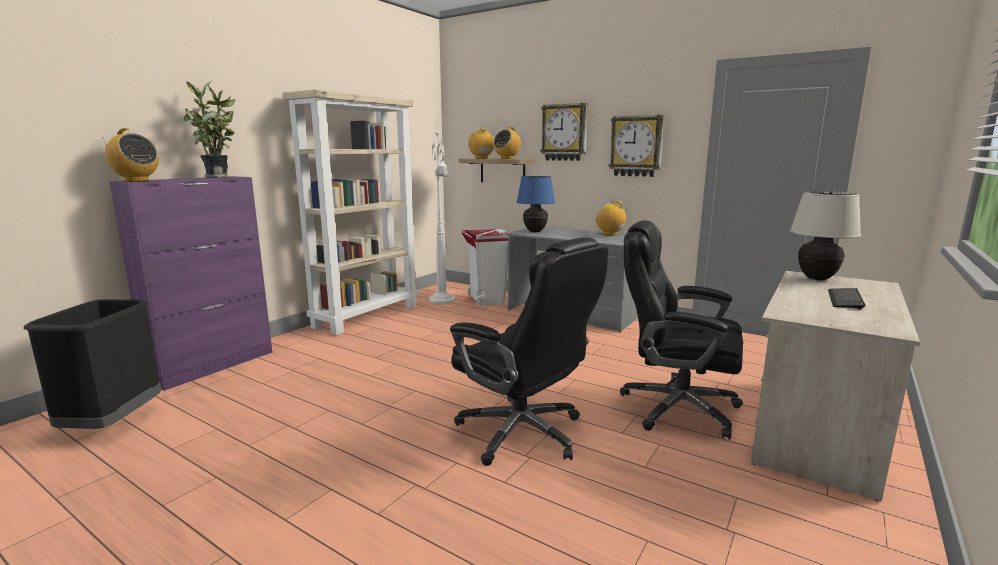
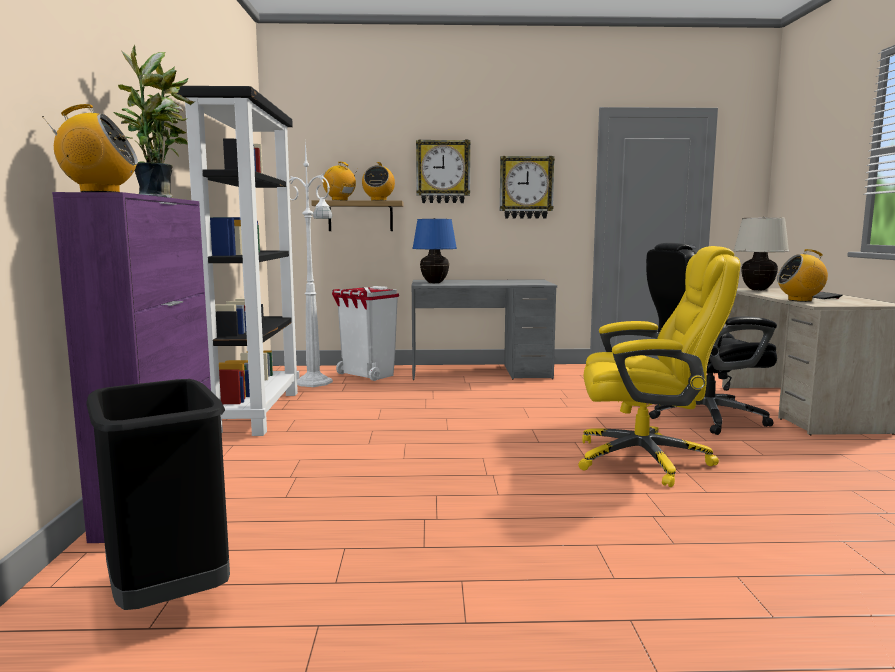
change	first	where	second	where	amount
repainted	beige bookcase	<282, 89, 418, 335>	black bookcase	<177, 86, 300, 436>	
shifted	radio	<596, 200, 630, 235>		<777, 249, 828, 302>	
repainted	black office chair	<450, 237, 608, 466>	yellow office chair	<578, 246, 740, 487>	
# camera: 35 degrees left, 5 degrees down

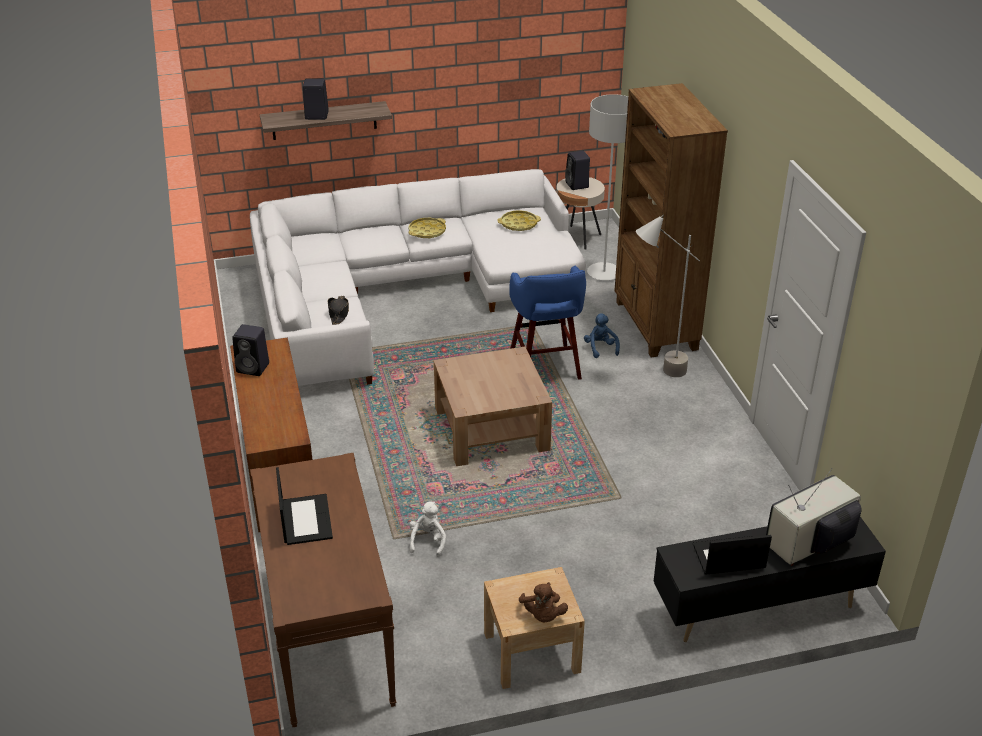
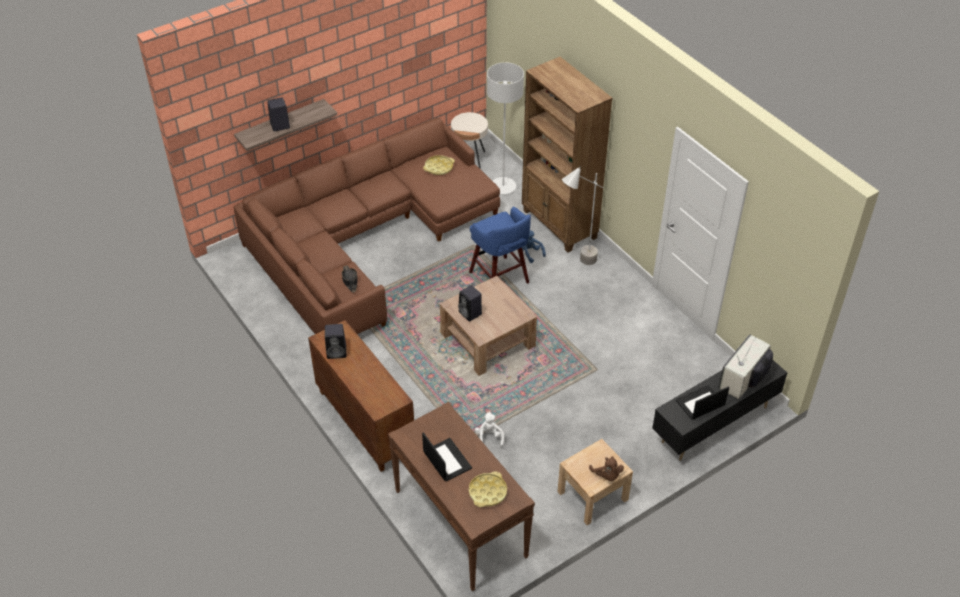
change	first	where	second	where	amount
shifted	black speaker	<565, 151, 590, 190>		<458, 285, 482, 322>	
repainted	white sofa	<250, 169, 586, 386>	brown sofa	<234, 118, 500, 334>	
shifted	yellow tray	<408, 218, 446, 239>		<469, 471, 507, 507>	
# camera: 20 degrees left, 10 degrees up

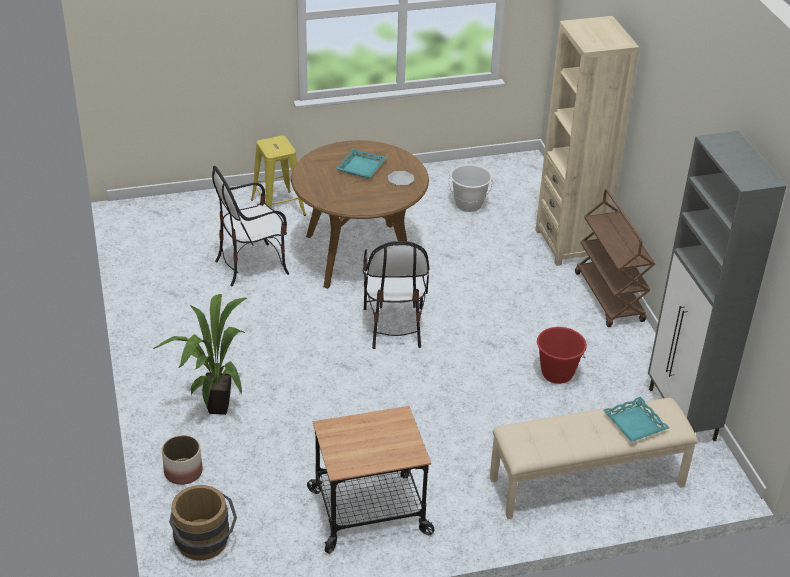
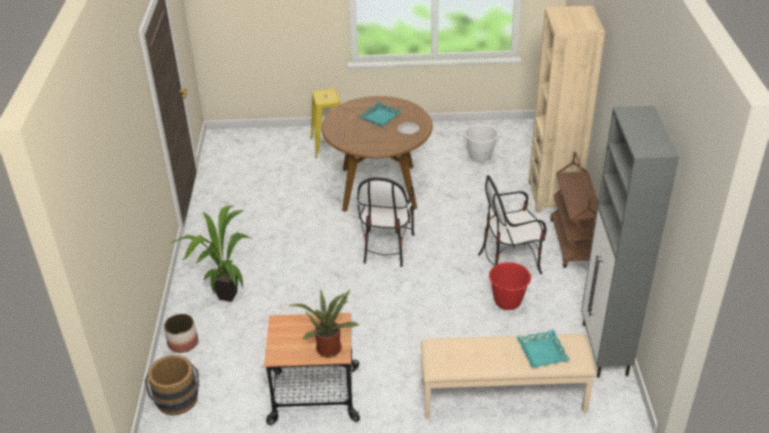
change	first	where	second	where	amount
shifted	chair	<212, 166, 289, 286>		<478, 175, 546, 274>	
new			potted plant	<289, 289, 360, 357>	
# camera: 15 degrees right, 0 degrees up

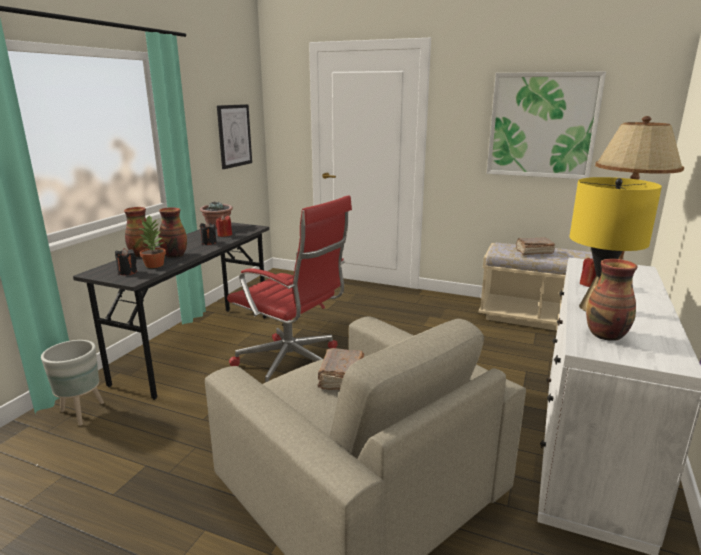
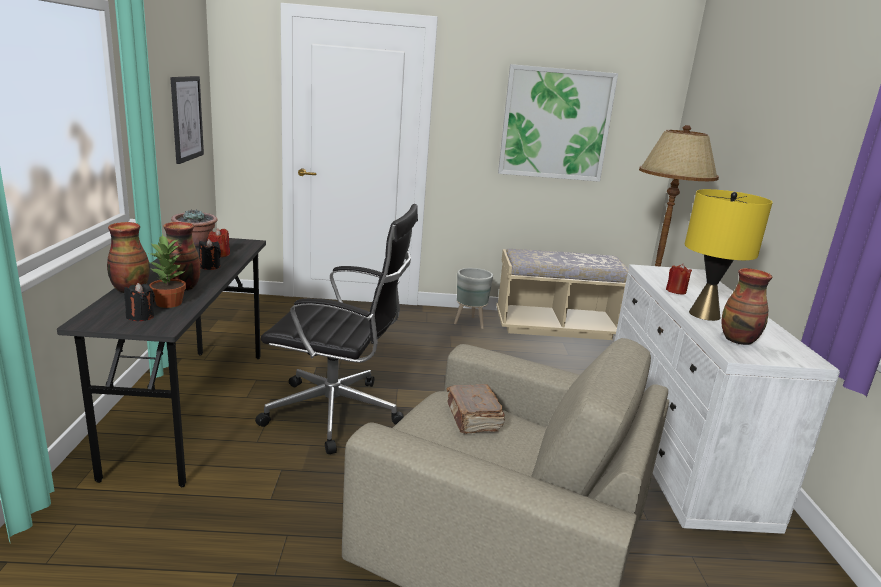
change	first	where	second	where	amount
repainted	red office chair	<227, 195, 352, 383>	black office chair	<255, 204, 418, 454>	
gone	brown book	<516, 237, 555, 255>			
shifted	grey planter	<41, 340, 104, 426>		<454, 268, 493, 329>	
# camera: 25 degrees left, 0 degrees up

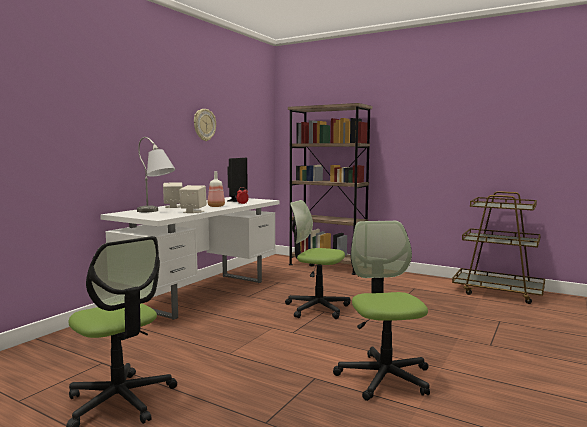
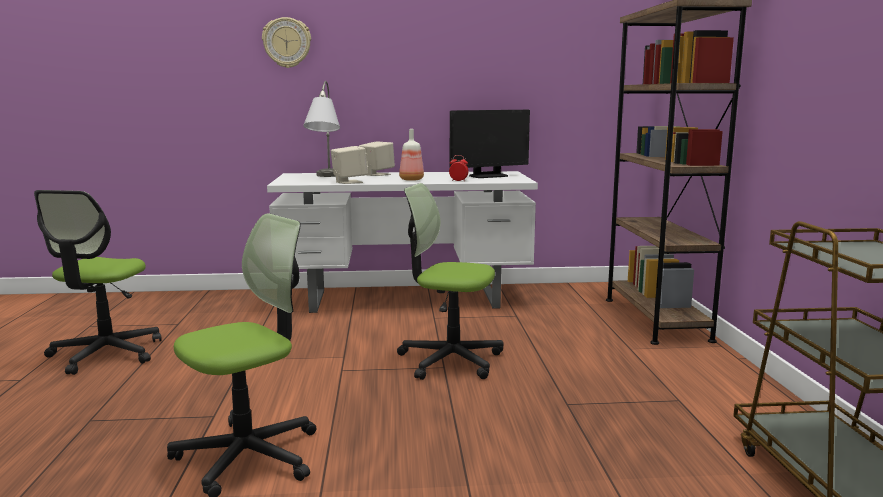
change	first	where	second	where	amount
shifted	wall clock	<194, 109, 216, 141>		<262, 17, 311, 68>	
rotated	office chair	<285, 200, 350, 319>		<397, 183, 503, 380>	60 degrees counterclockwise
# camera: 55 degrees right, 5 degrees up

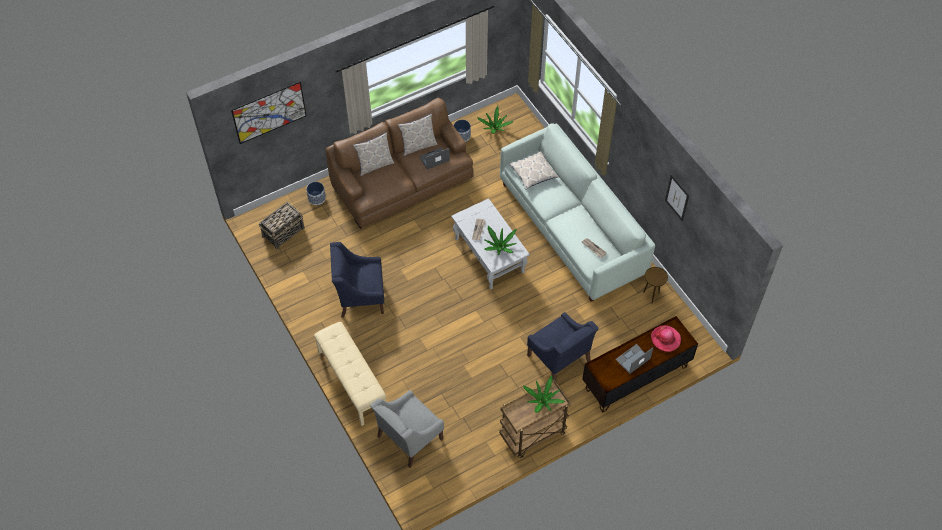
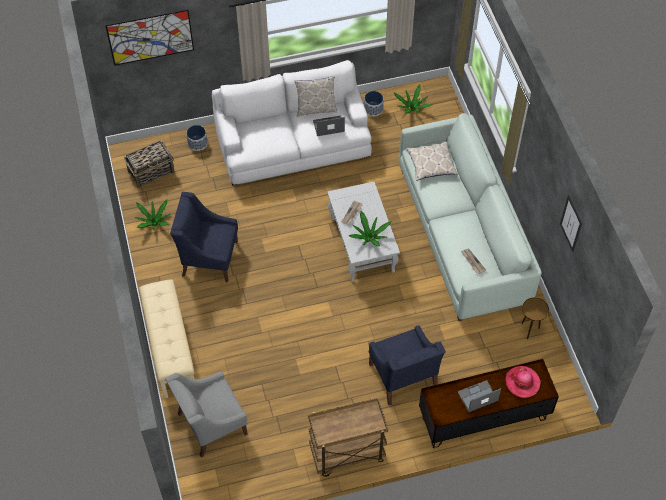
change	first	where	second	where	amount
repainted	brown sofa	<325, 97, 474, 229>	white sofa	<212, 60, 372, 186>	
gone	pillow	<353, 133, 394, 176>			
shifted	potted plant	<523, 375, 565, 413>		<135, 199, 170, 230>	
# camera: 15 degrees right, 0 degrees up

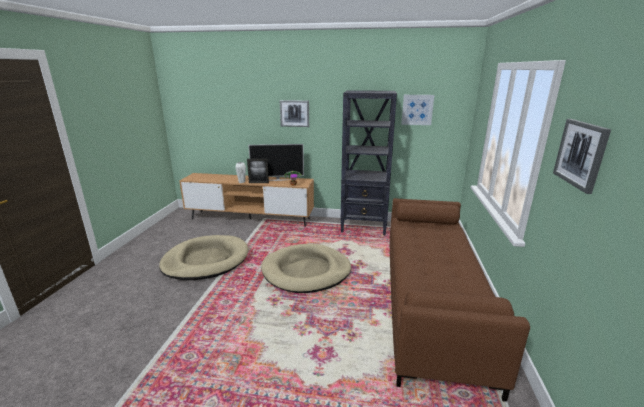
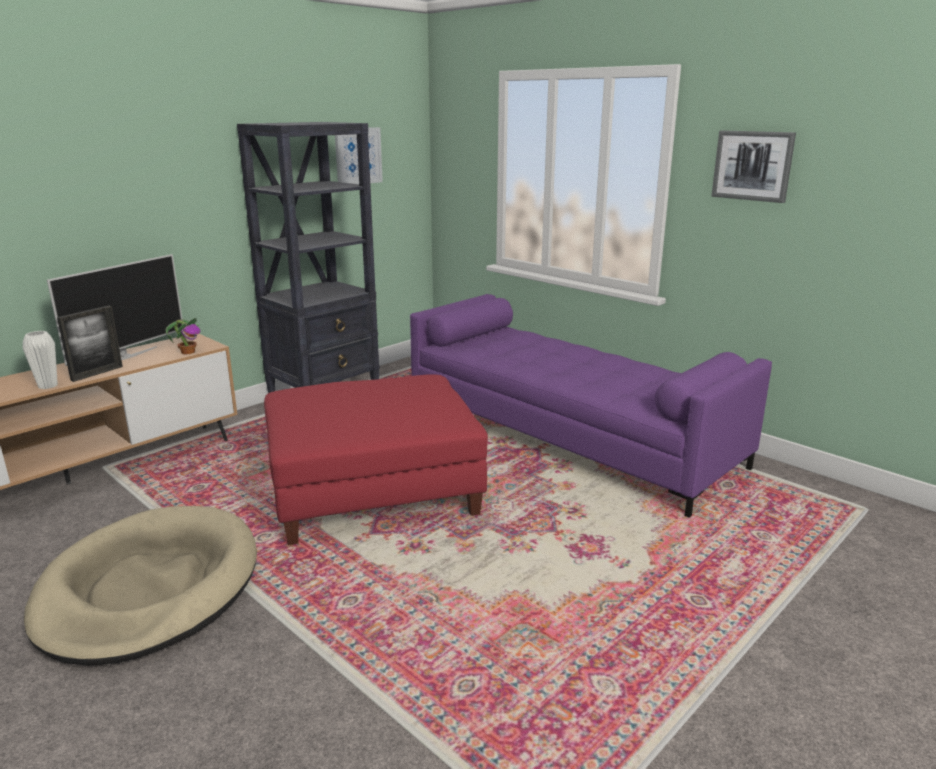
change	first	where	second	where	amount
gone	picture	<280, 100, 309, 127>			
repainted	brown sofa	<390, 198, 530, 402>	purple sofa	<410, 294, 772, 518>	
swapped	beige dog bed	<261, 244, 351, 293>	red ottoman	<264, 374, 488, 545>	
# camera: 55 degrees left, 0 degrees up

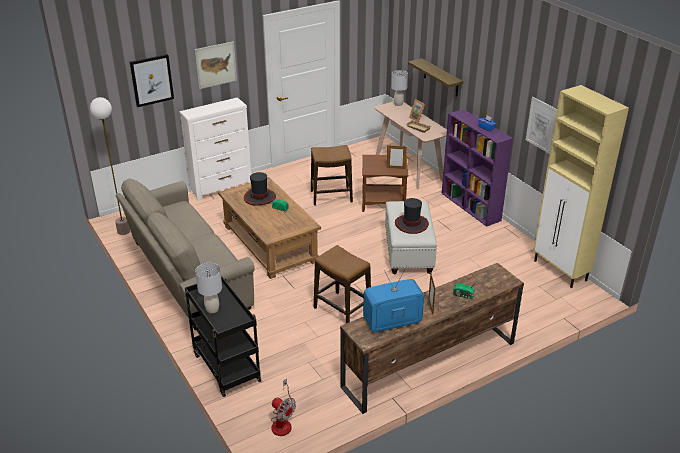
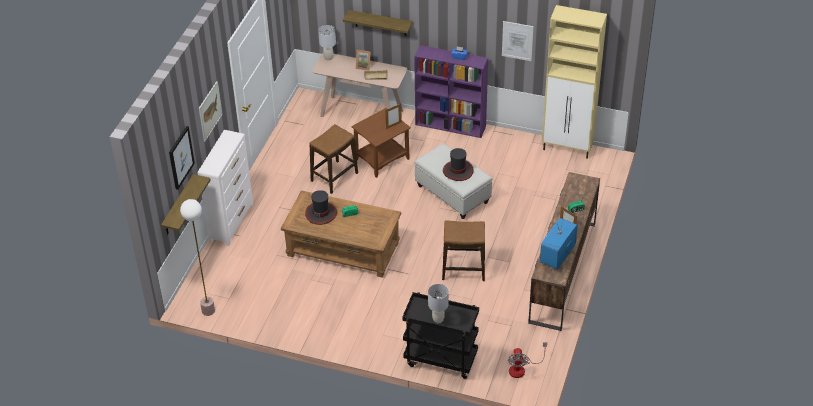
change	first	where	second	where	amount
gone	beige sofa	<116, 178, 254, 330>			
rotated	fan	<271, 378, 296, 436>		<508, 343, 547, 378>	90 degrees clockwise
new			shelf	<161, 174, 211, 235>	
# camera: 40 degrees left, 10 degrees up

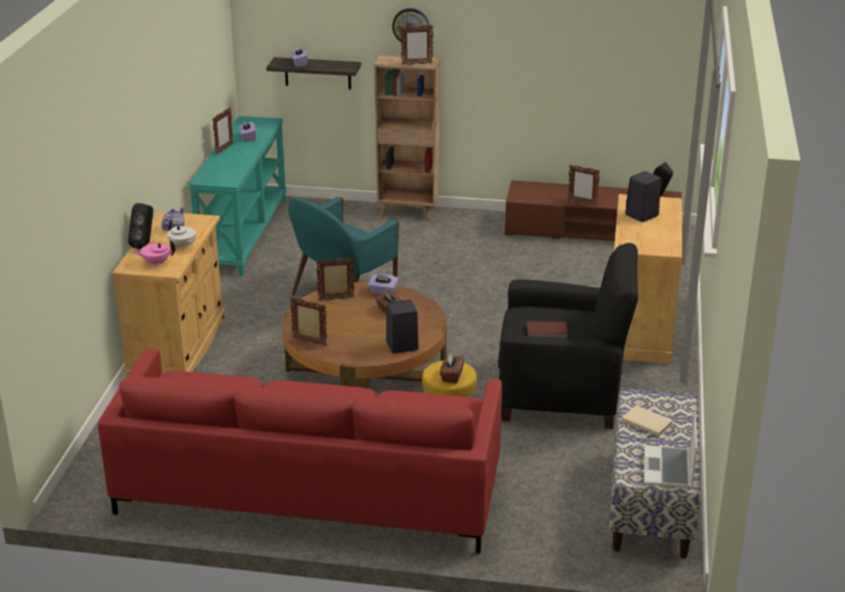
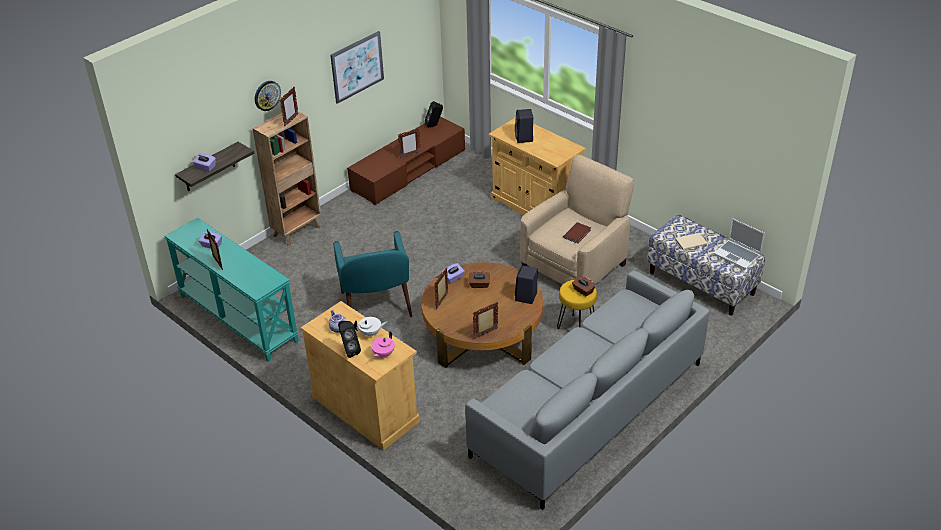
change	first	where	second	where	amount
repainted	black armchair	<498, 243, 638, 429>	beige armchair	<520, 155, 634, 284>	
repainted	red sofa	<98, 348, 502, 554>	grey sofa	<465, 271, 709, 510>	
new			picture	<330, 31, 384, 104>	
# camera: 55 degrees left, 10 degrees up

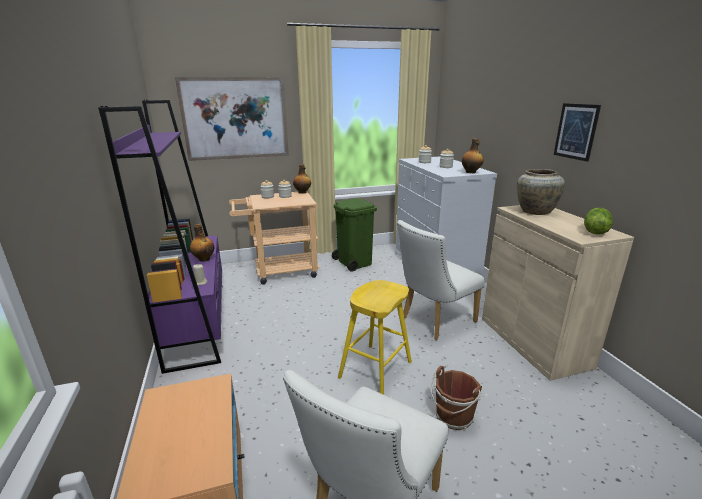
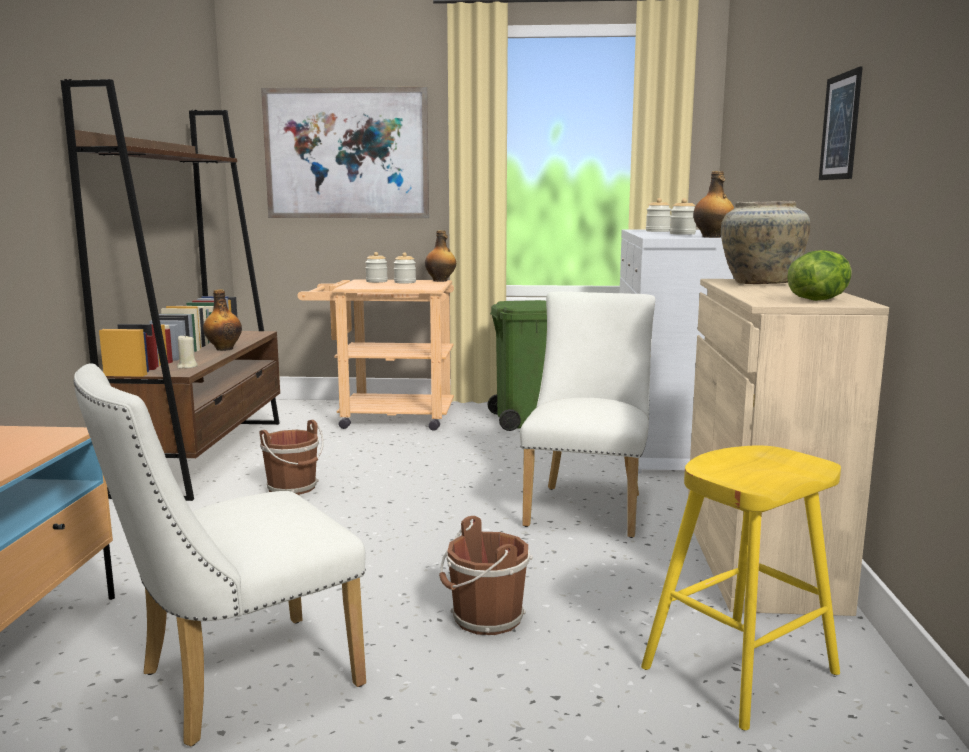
change	first	where	second	where	amount
repainted	purple bookcase	<98, 100, 222, 374>	brown bookcase	<61, 79, 280, 501>	
rotated	white chair	<397, 220, 485, 340>		<520, 291, 655, 538>	120 degrees clockwise
shifted	yellow stool	<338, 280, 412, 395>		<641, 446, 841, 730>	
new			brown bucket	<259, 420, 324, 495>	
# camera: 20 degrees right, 10 degrees down

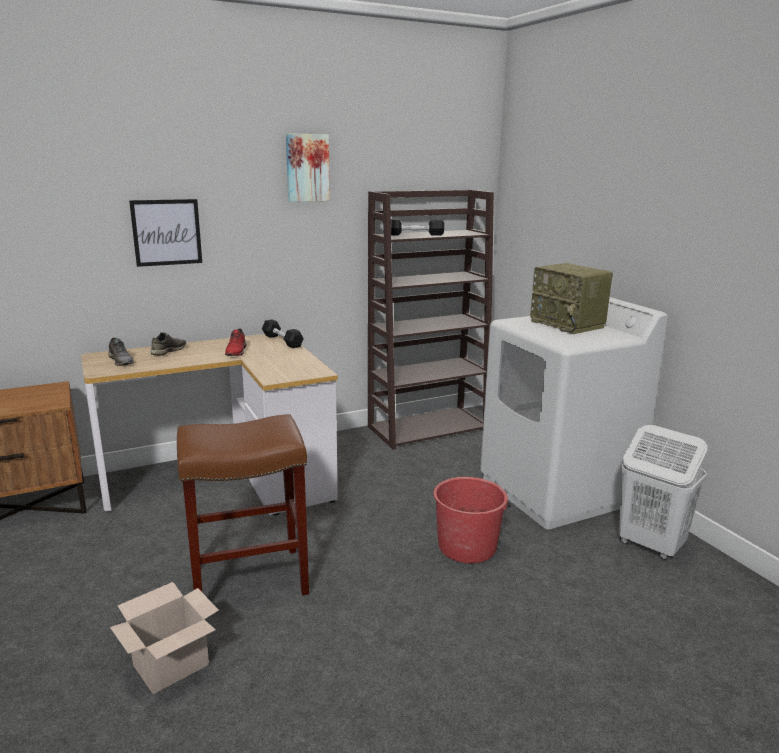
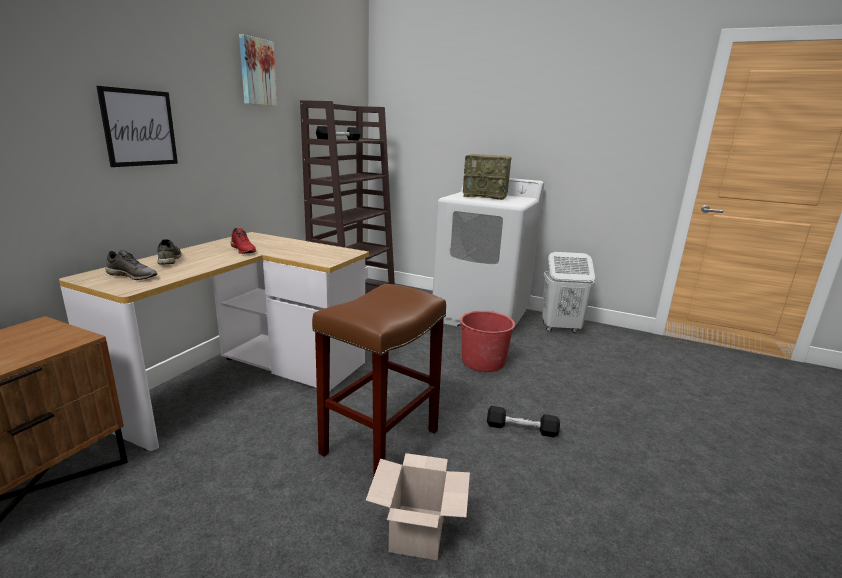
change	first	where	second	where	amount
shifted	black dumbbell	<262, 319, 304, 348>		<487, 406, 560, 437>	
# camera: 40 degrees left, 0 degrees up

